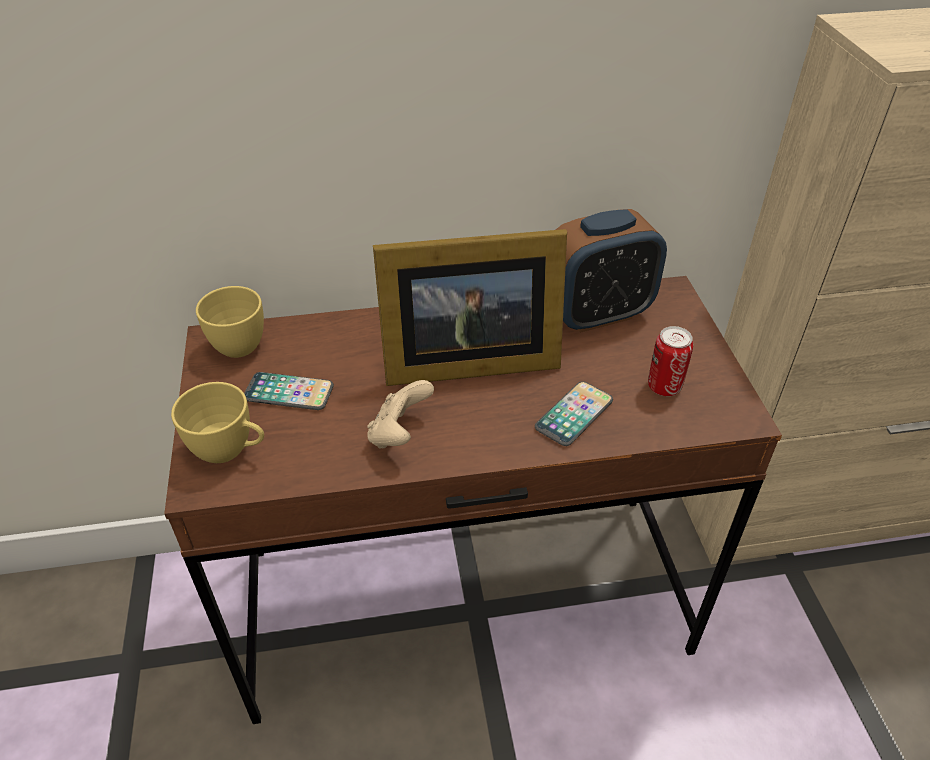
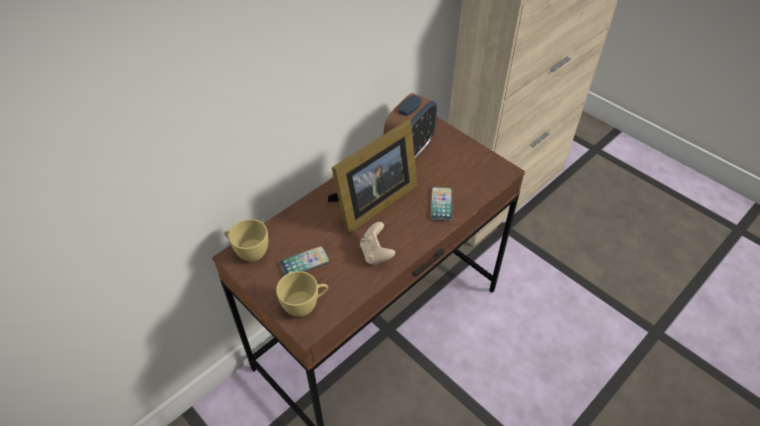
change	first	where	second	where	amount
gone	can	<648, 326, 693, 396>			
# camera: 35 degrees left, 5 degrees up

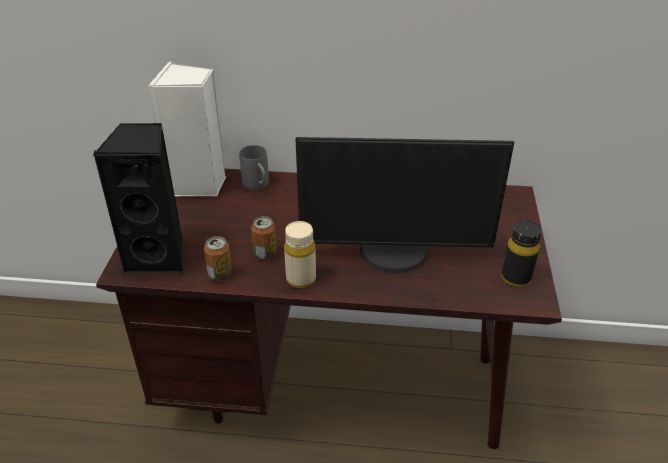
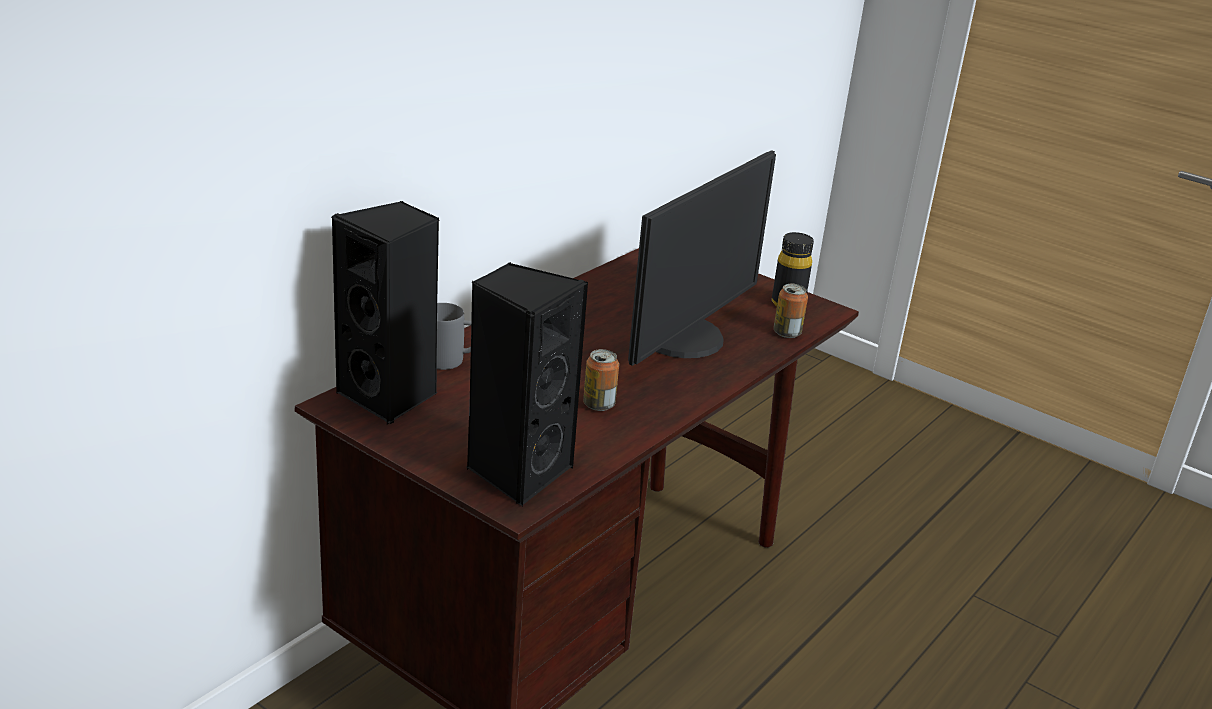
change	first	where	second	where	amount
repainted	white speaker	<147, 62, 226, 197>	black speaker	<331, 201, 440, 425>	
gone	beige bottle	<284, 221, 316, 288>			
shifted	can	<204, 236, 232, 281>		<773, 284, 808, 338>	
# camera: 60 degrees left, 10 degrees down

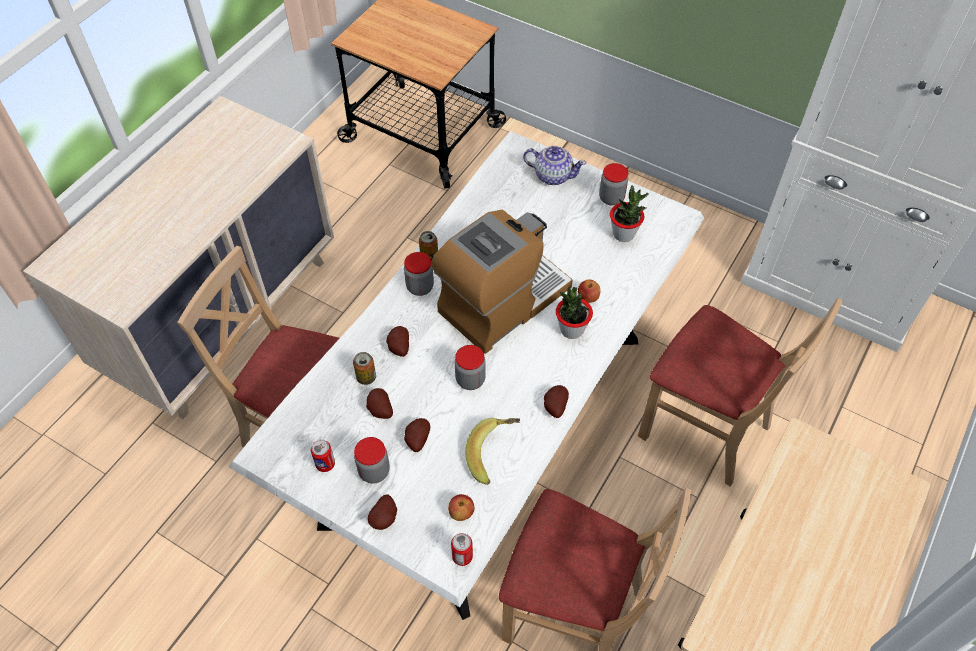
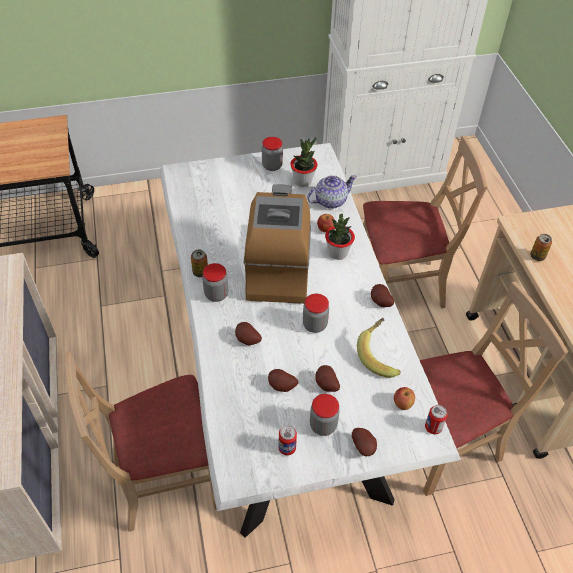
change	first	where	second	where	amount
shifted	teapot	<523, 146, 586, 185>		<307, 175, 357, 209>	
shifted	can	<353, 352, 376, 385>		<530, 234, 552, 261>	
# camera: 45 degrees left, 5 degrees down

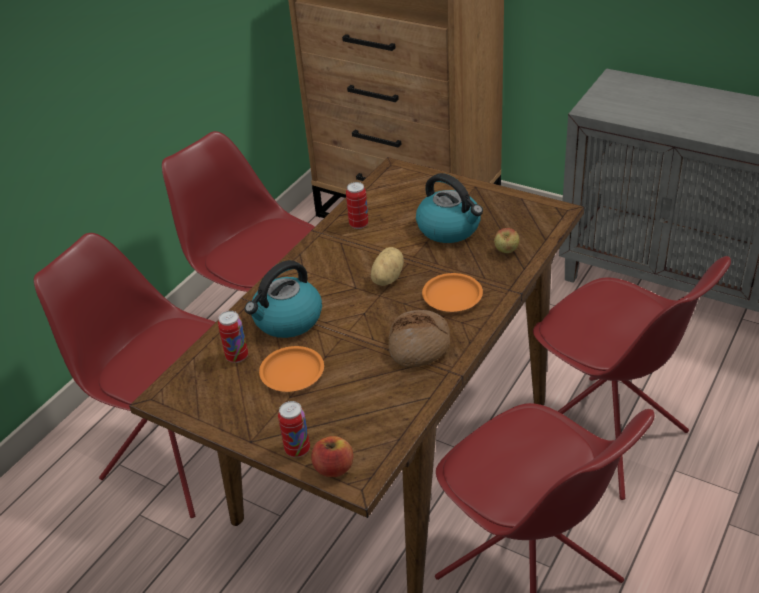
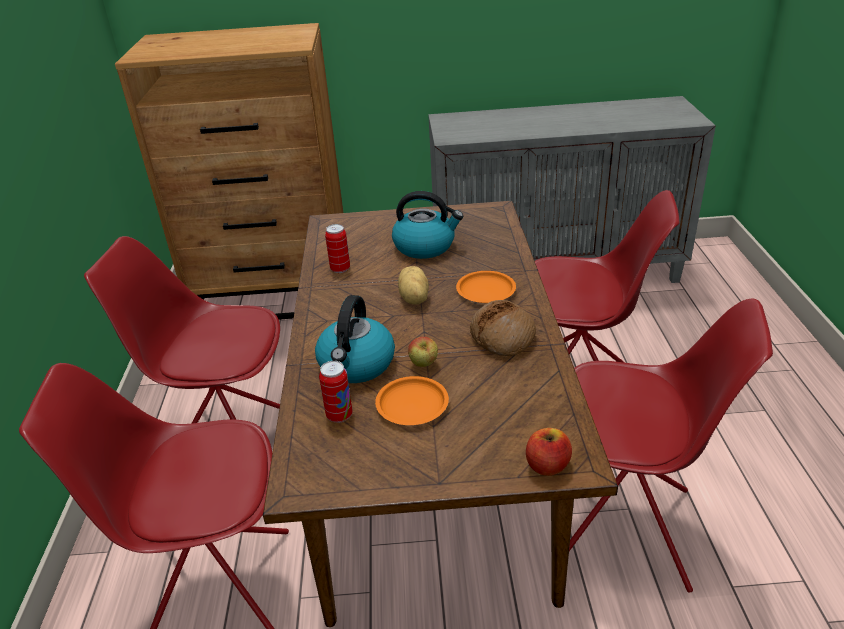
change	first	where	second	where	amount
shifted	apple	<494, 228, 519, 253>		<408, 337, 438, 367>	
gone	can	<278, 401, 310, 457>			
# camera: 35 degrees left, 5 degrees down

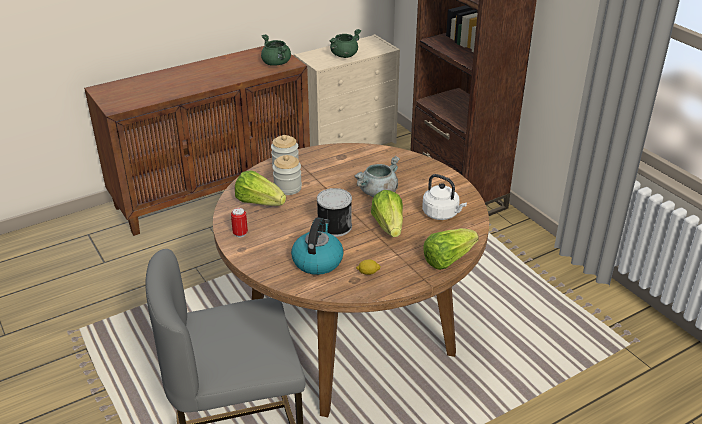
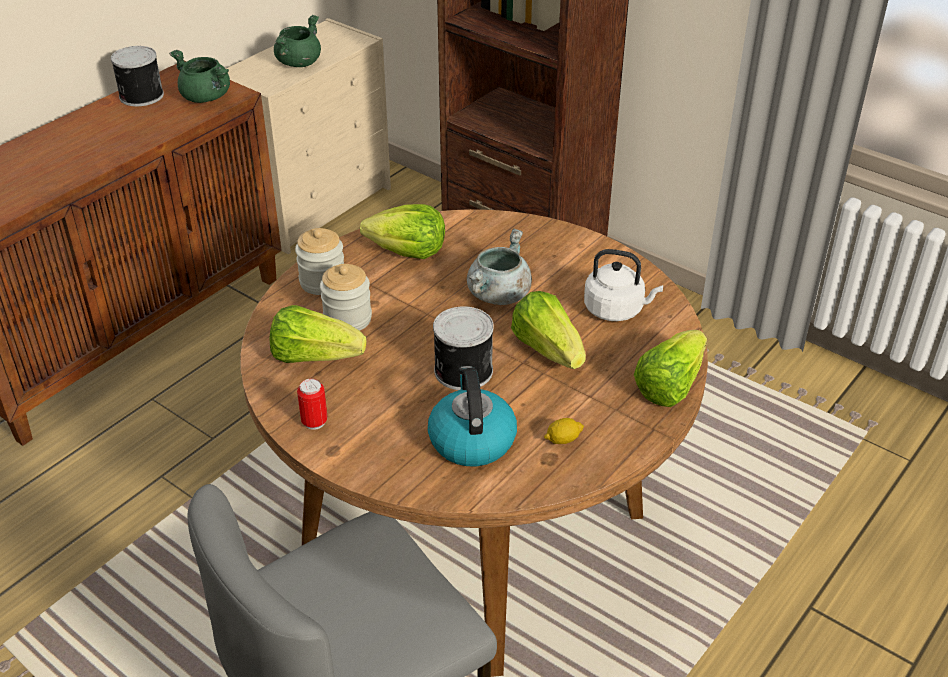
change	first	where	second	where	amount
new			can	<111, 46, 164, 106>	
new			lettuce	<360, 204, 445, 259>	
# camera: 20 degrees left, 5 degrees up

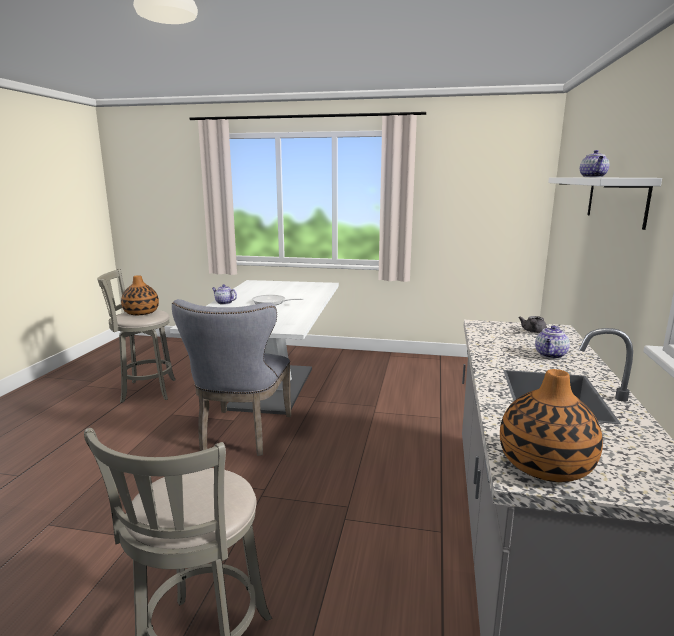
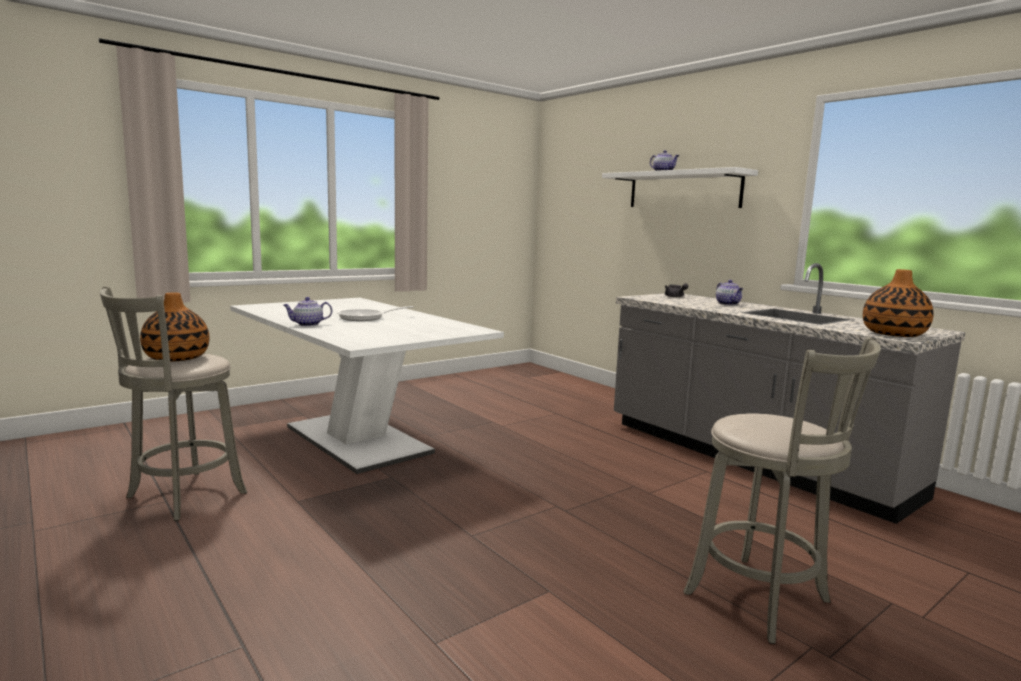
change	first	where	second	where	amount
gone	grey chair	<172, 299, 291, 456>			
# camera: 50 degrees left, 5 degrees down

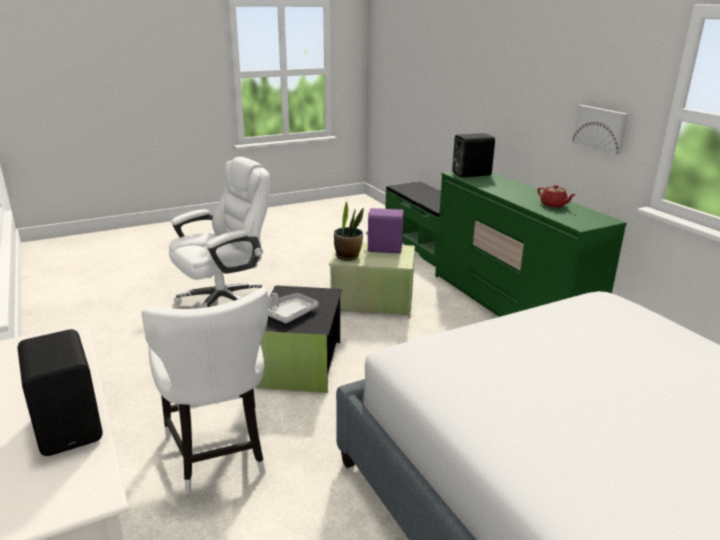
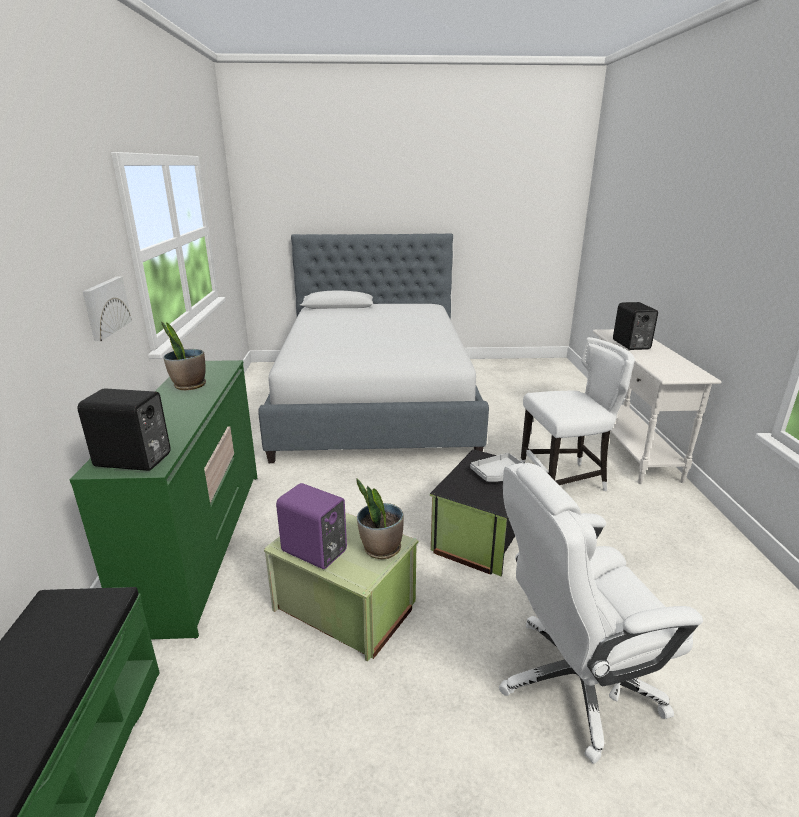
change	first	where	second	where	amount
swapped	red teapot	<537, 185, 576, 208>	potted plant	<161, 321, 206, 390>	
rotated	white chair	<142, 288, 268, 494>		<521, 337, 635, 491>	75 degrees clockwise
# camera: 155 degrees left, 0 degrees up

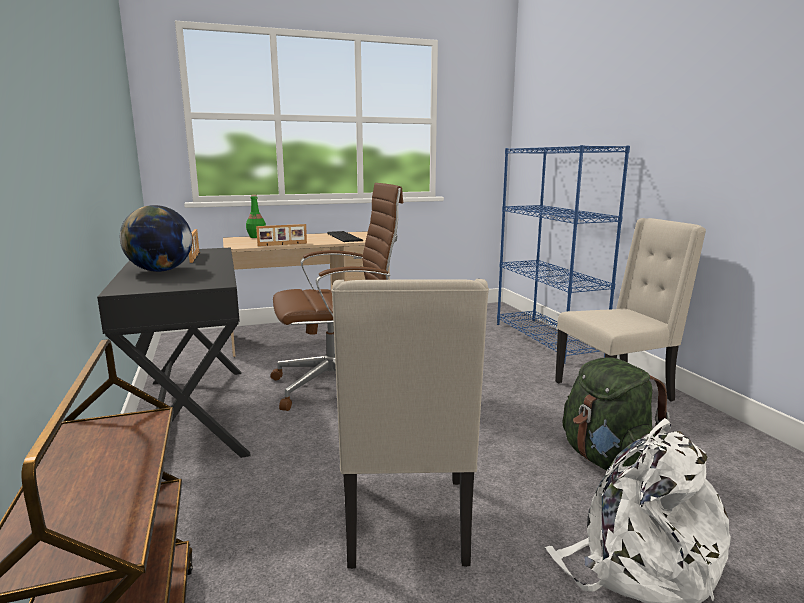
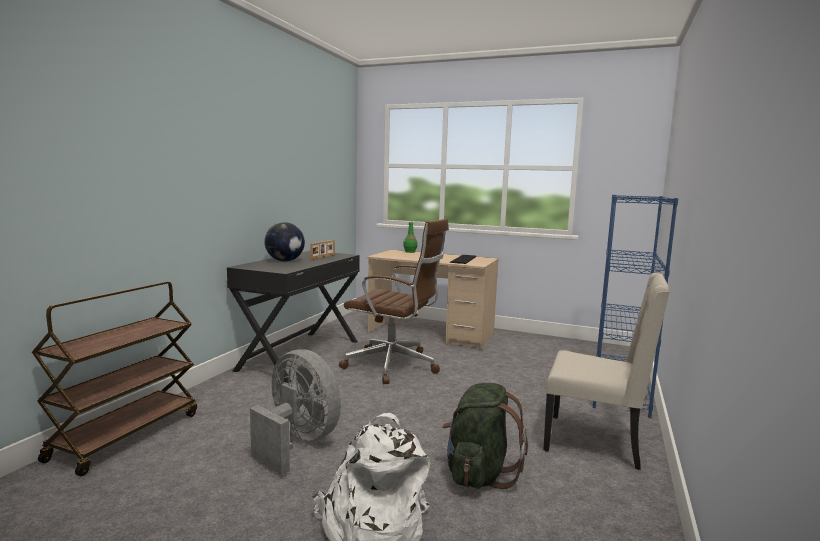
change	first	where	second	where	amount
gone	picture frame	<256, 224, 307, 246>			
swapped	beige chair	<331, 279, 489, 569>	grey fan	<250, 349, 341, 475>	
# camera: 40 degrees right, 5 degrees down

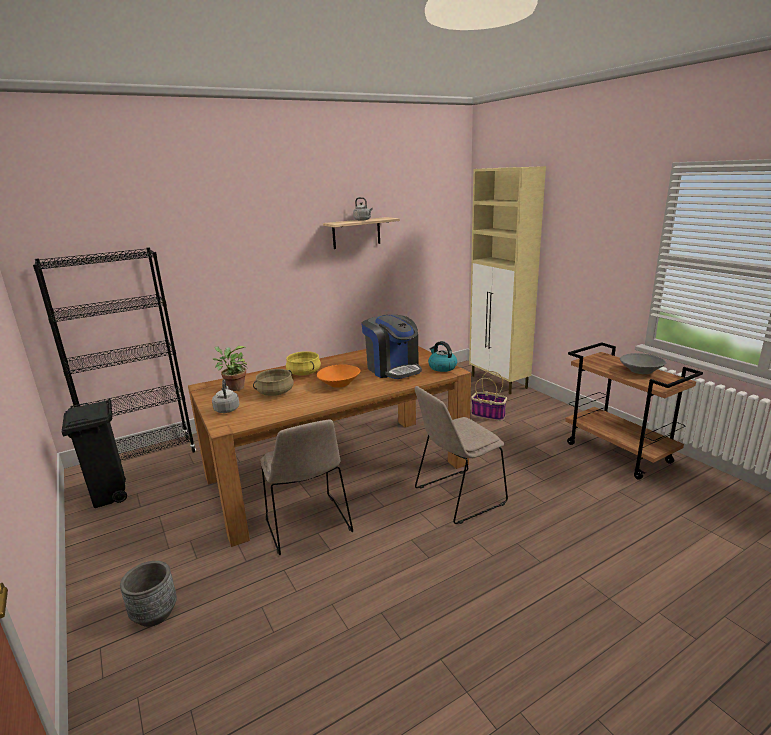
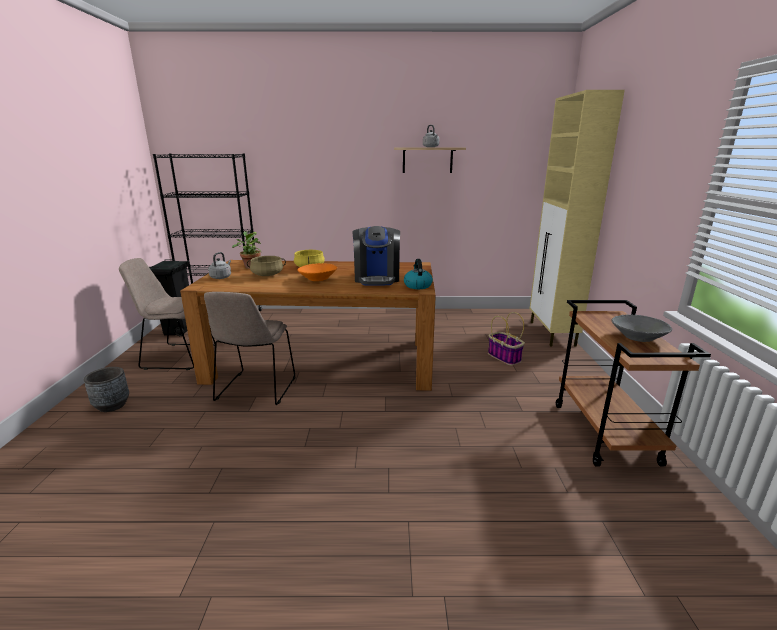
change	first	where	second	where	amount
shifted	beige chair	<415, 386, 508, 524>		<119, 258, 215, 370>	
# camera: 30 degrees right, 0 degrees up

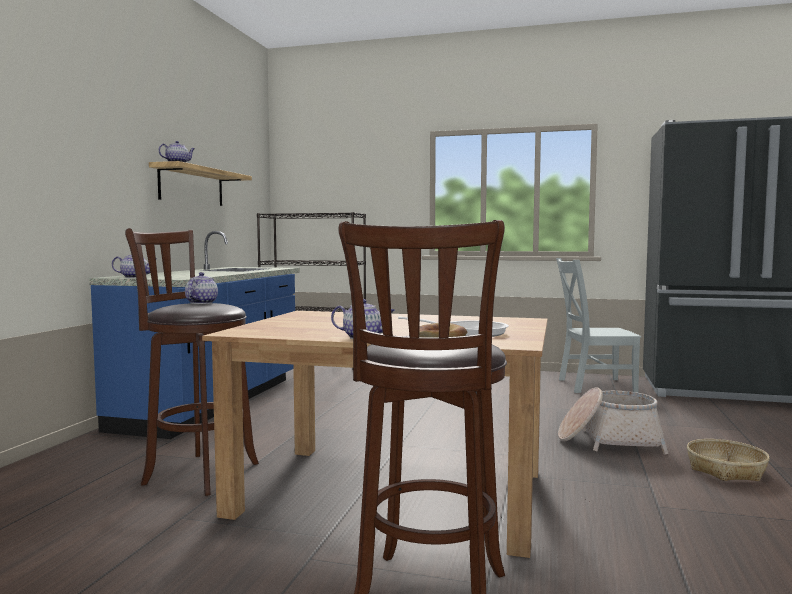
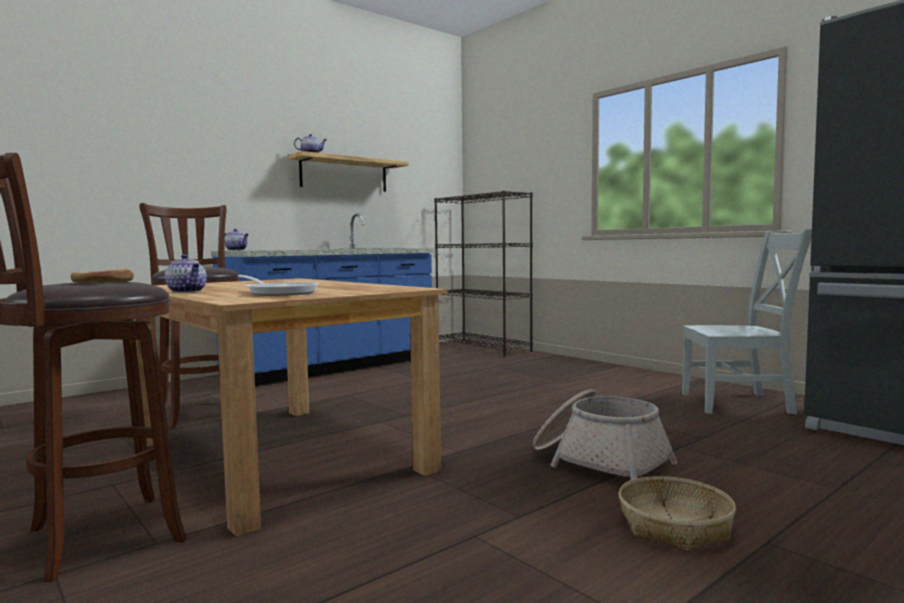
change	first	where	second	where	amount
rotated	grey chair	<556, 258, 641, 393>		<682, 229, 812, 414>	150 degrees clockwise
gone	teapot	<185, 272, 218, 304>			
# camera: 35 degrees right, 0 degrees up

